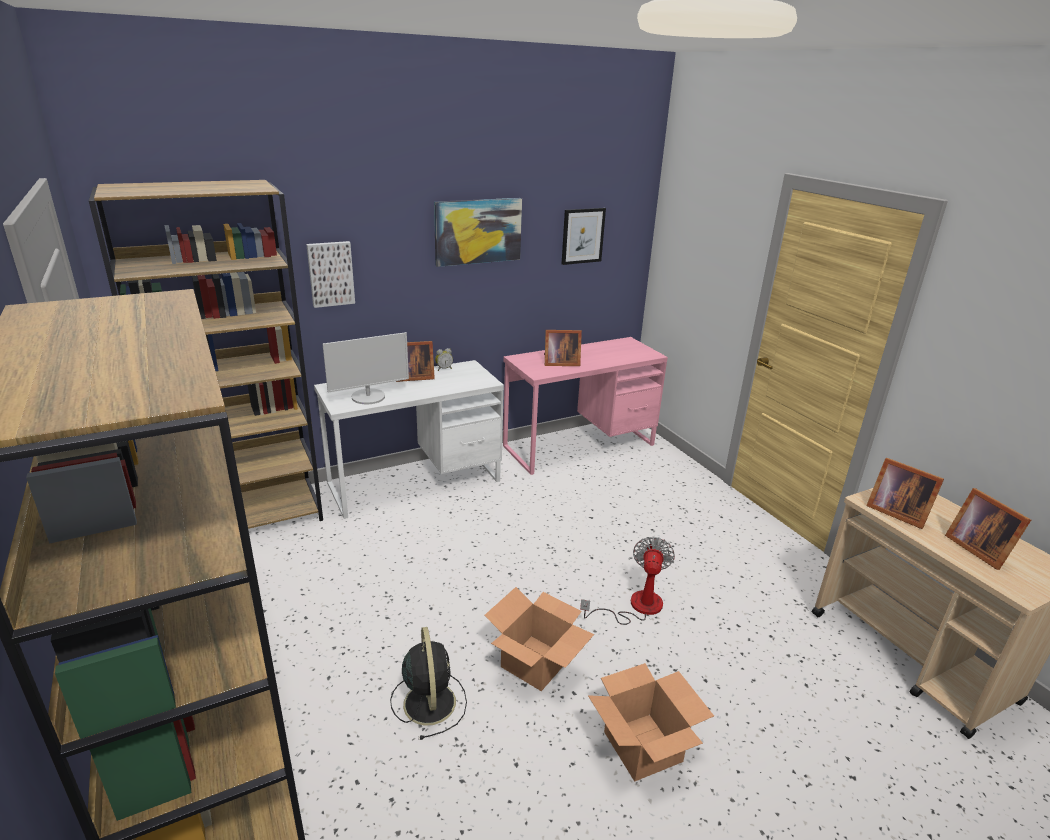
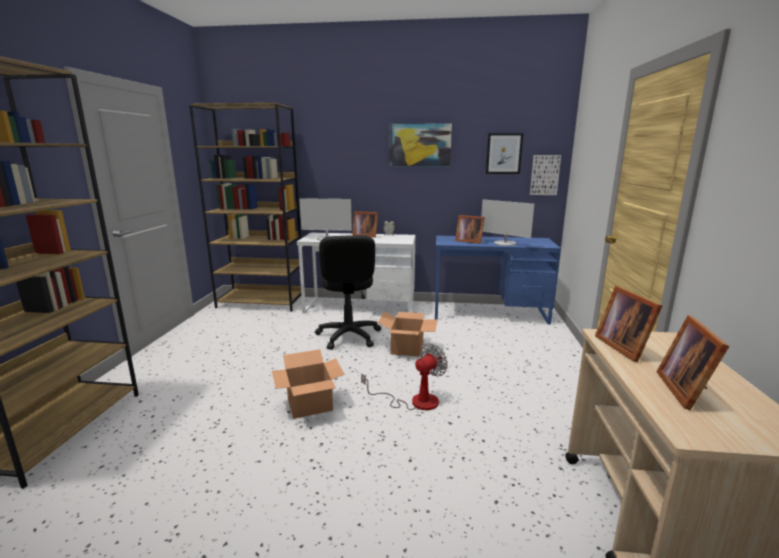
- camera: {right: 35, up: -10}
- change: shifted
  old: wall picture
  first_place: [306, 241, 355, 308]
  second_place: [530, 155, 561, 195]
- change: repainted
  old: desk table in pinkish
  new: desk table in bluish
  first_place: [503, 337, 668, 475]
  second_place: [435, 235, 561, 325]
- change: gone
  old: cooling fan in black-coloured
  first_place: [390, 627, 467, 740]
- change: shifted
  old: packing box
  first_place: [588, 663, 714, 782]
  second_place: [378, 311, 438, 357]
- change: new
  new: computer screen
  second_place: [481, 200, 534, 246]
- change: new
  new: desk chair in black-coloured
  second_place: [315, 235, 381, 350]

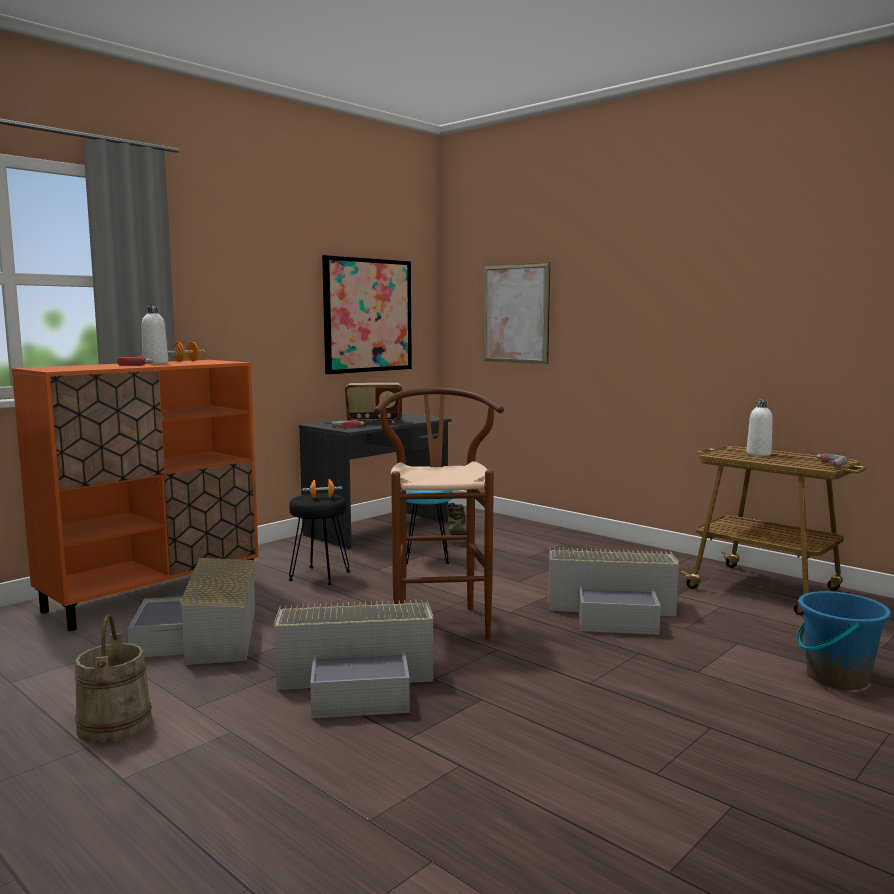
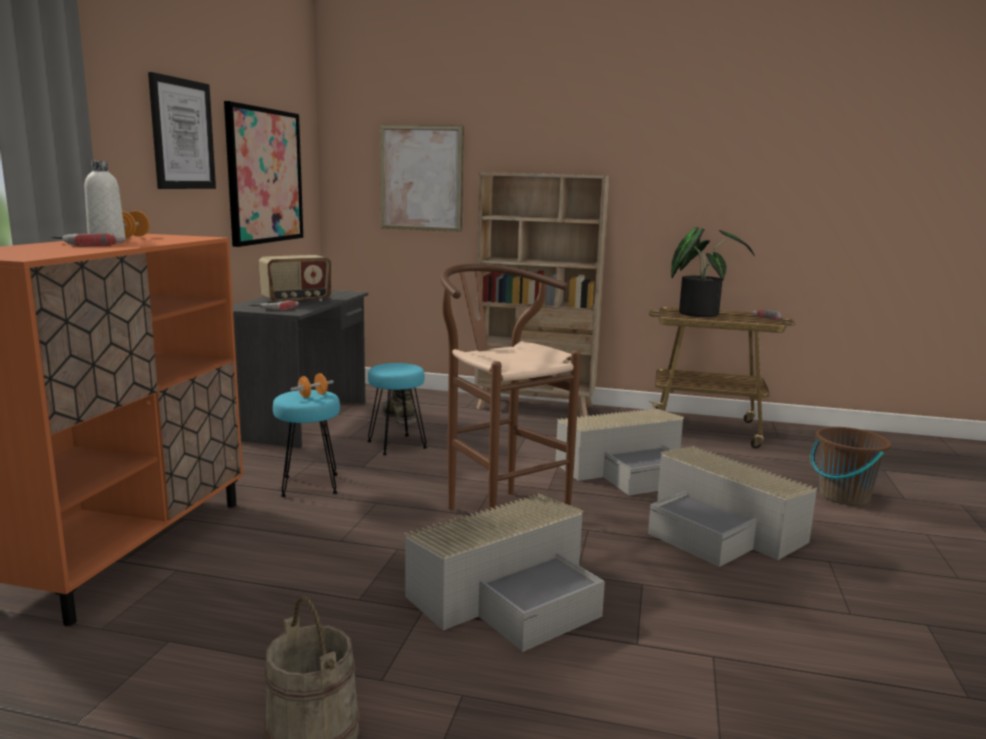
- camera: {right: -30, up: 5}
- change: swapped
  old: bottle in white
  new: houseplant
  first_place: [746, 400, 773, 456]
  second_place: [671, 227, 755, 317]
- change: repainted
  old: stool seat in black-coloured
  new: stool seat in turquoise
  first_place: [289, 493, 350, 585]
  second_place: [273, 390, 340, 497]
- change: shifted
  old: storage container in greyish
  first_place: [128, 558, 255, 665]
  second_place: [648, 446, 817, 567]
- change: repainted
  old: pail in bluish
  new: pail in brownish
  first_place: [797, 591, 891, 690]
  second_place: [810, 427, 892, 506]
- change: new
  new: wall picture
  second_place: [148, 72, 216, 189]
- change: new
  new: shelving unit in beige-coloured
  second_place: [475, 172, 609, 417]

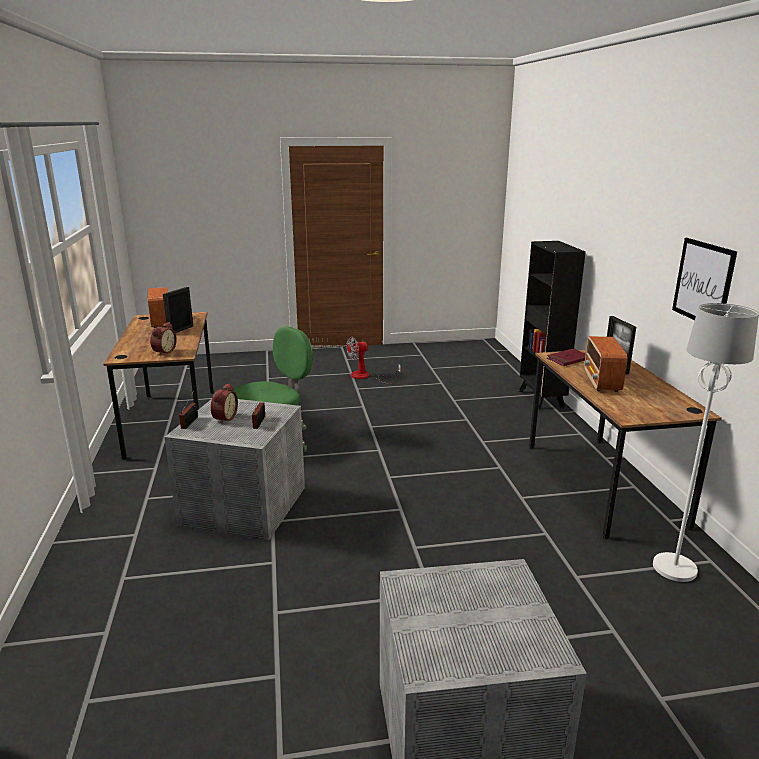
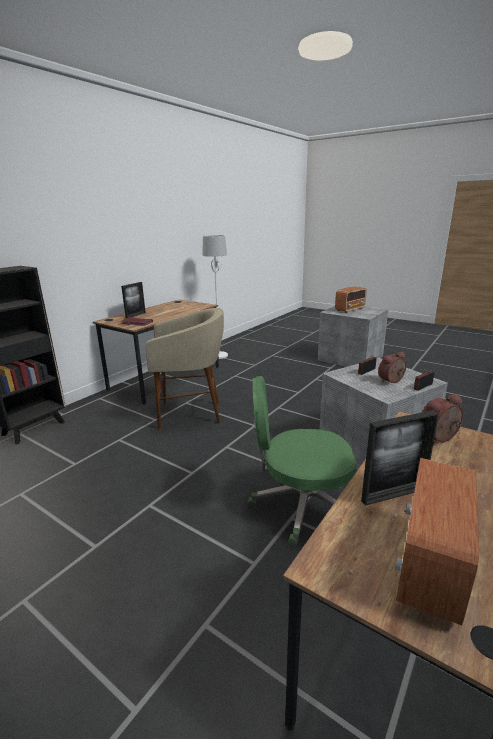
- camera: {right: -135, up: 0}
- change: gone
  old: wall picture
  first_place: [672, 238, 737, 320]
- change: shifted
  old: radio set
  first_place: [584, 336, 628, 392]
  second_place: [335, 286, 367, 313]
- change: gone
  old: cooling fan
  first_place: [346, 337, 401, 384]
- change: new
  new: stool seat in beige-coloured
  second_place: [146, 308, 224, 429]

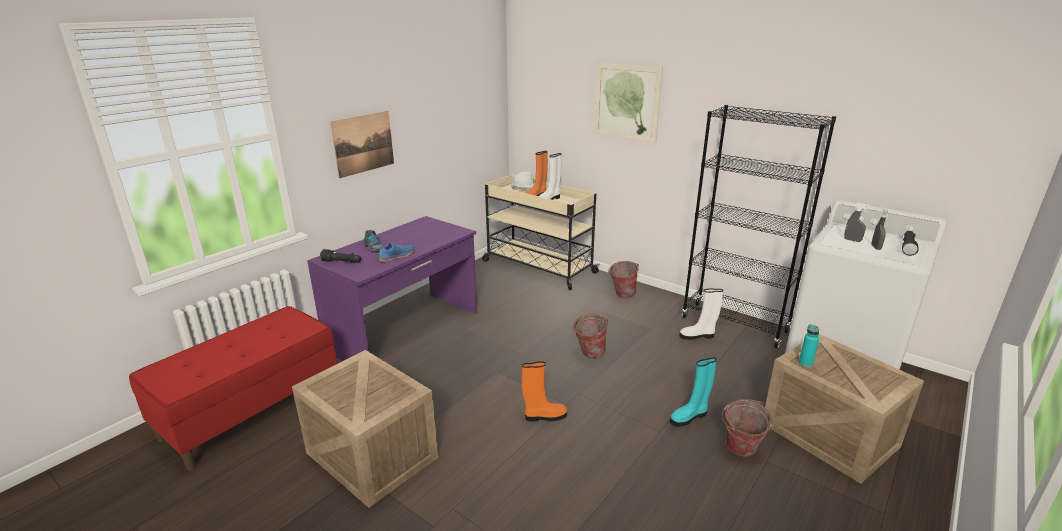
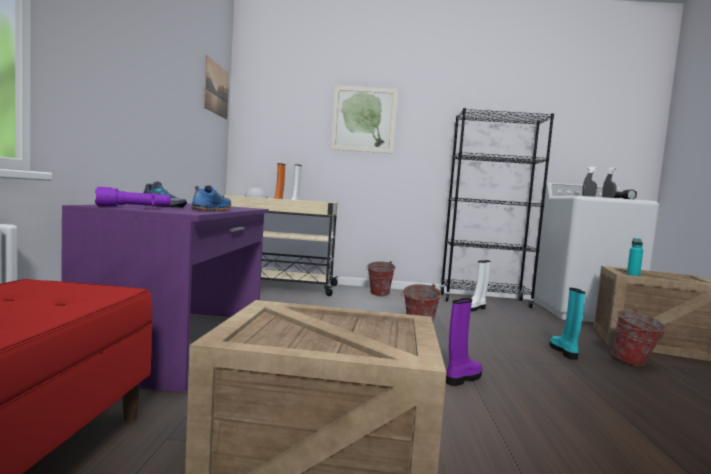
- camera: {right: -35, up: -20}
- change: shifted
  old: wall picture
  first_place: [330, 111, 394, 178]
  second_place: [204, 55, 229, 119]
- change: repainted
  old: flashlight in black-coloured
  new: flashlight in purple
  first_place: [320, 249, 362, 263]
  second_place: [95, 187, 171, 207]
- change: rotated
  old: boot in turquoise
  first_place: [670, 357, 717, 427]
  second_place: [550, 288, 585, 360]
  degrees: 150
- change: repainted
  old: boot in orange
  new: boot in purple
  first_place: [522, 361, 567, 422]
  second_place: [446, 298, 482, 386]

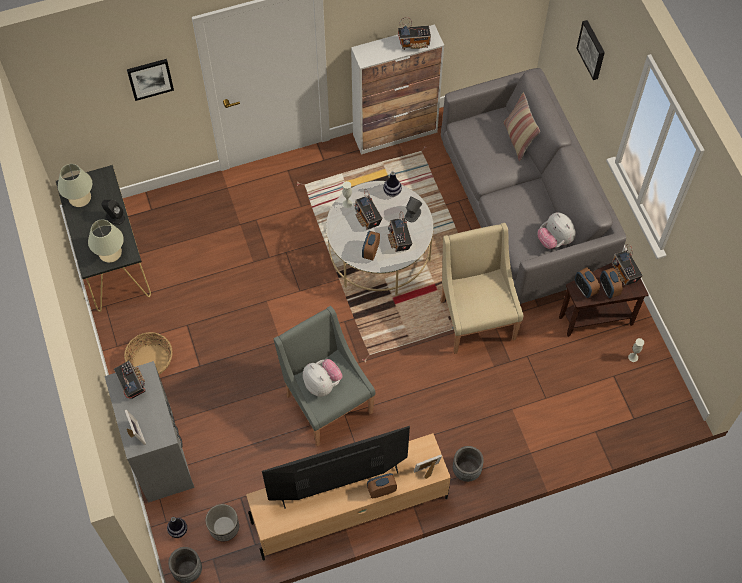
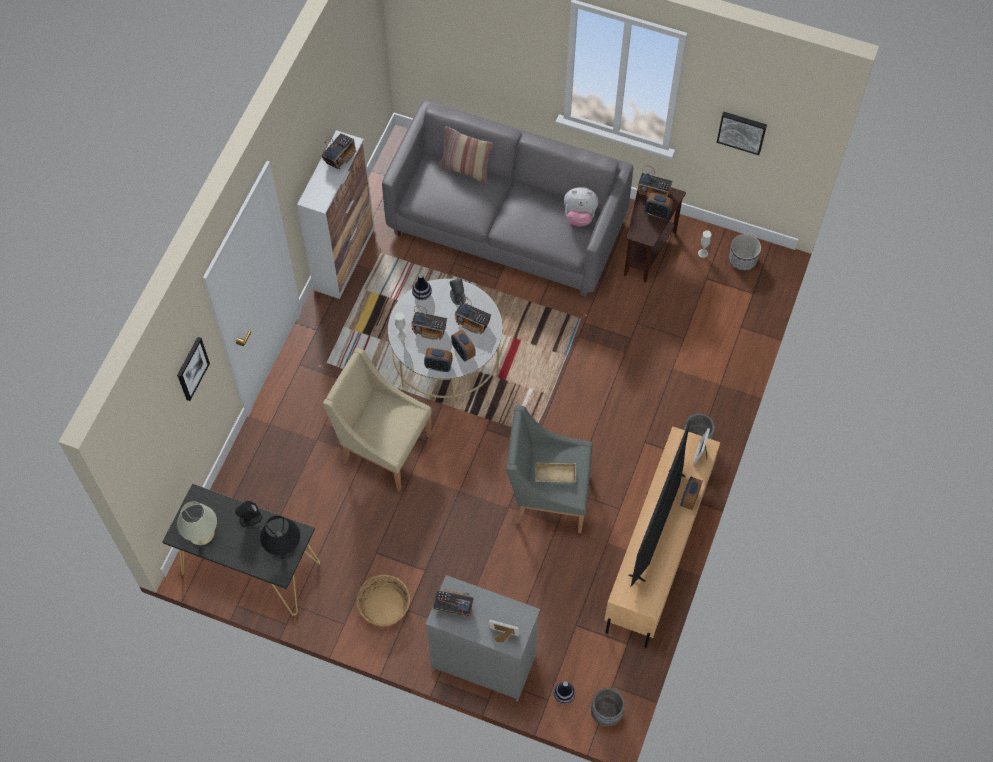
- camera: {right: -50, up: 0}
- change: shifted
  old: wall picture
  first_place: [577, 20, 605, 80]
  second_place: [717, 112, 767, 155]
- change: repainted
  old: table lamp in beige-coloured
  new: table lamp in black-coloured
  first_place: [88, 220, 124, 263]
  second_place: [260, 515, 300, 559]
- change: shifted
  old: armchair in beige-coloured
  first_place: [440, 223, 523, 354]
  second_place: [323, 348, 432, 492]
- change: shifted
  old: bedside clock
  first_place: [575, 267, 600, 298]
  second_place: [424, 348, 453, 372]
- change: swapped
  old: soft toy
  new: carrying tray in beige-coloured
  first_place: [303, 359, 343, 397]
  second_place: [535, 462, 576, 483]
- change: shifted
  old: planter
  first_place: [206, 504, 239, 542]
  second_place: [729, 234, 761, 271]

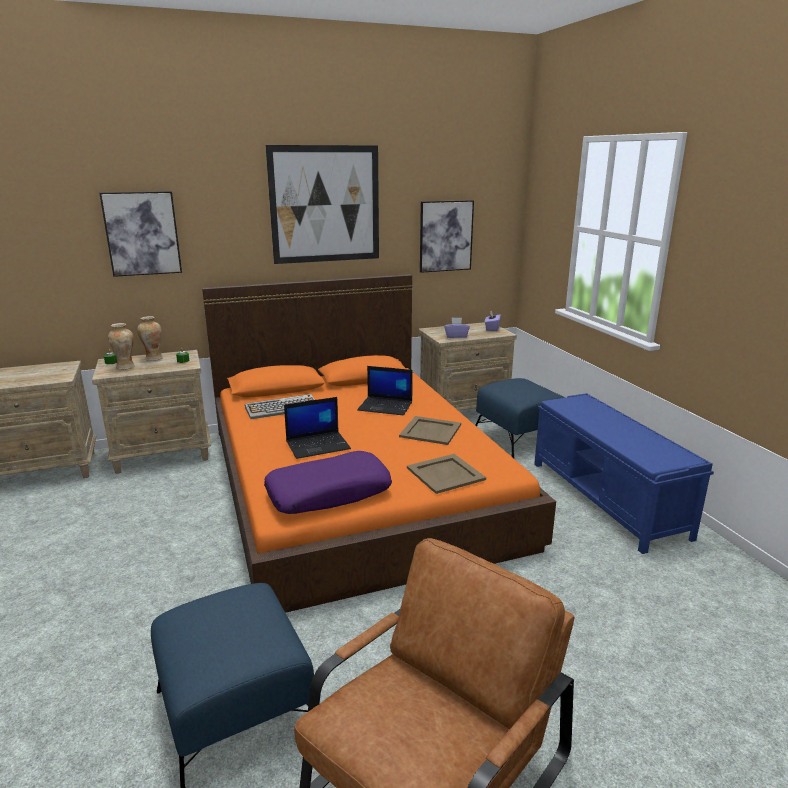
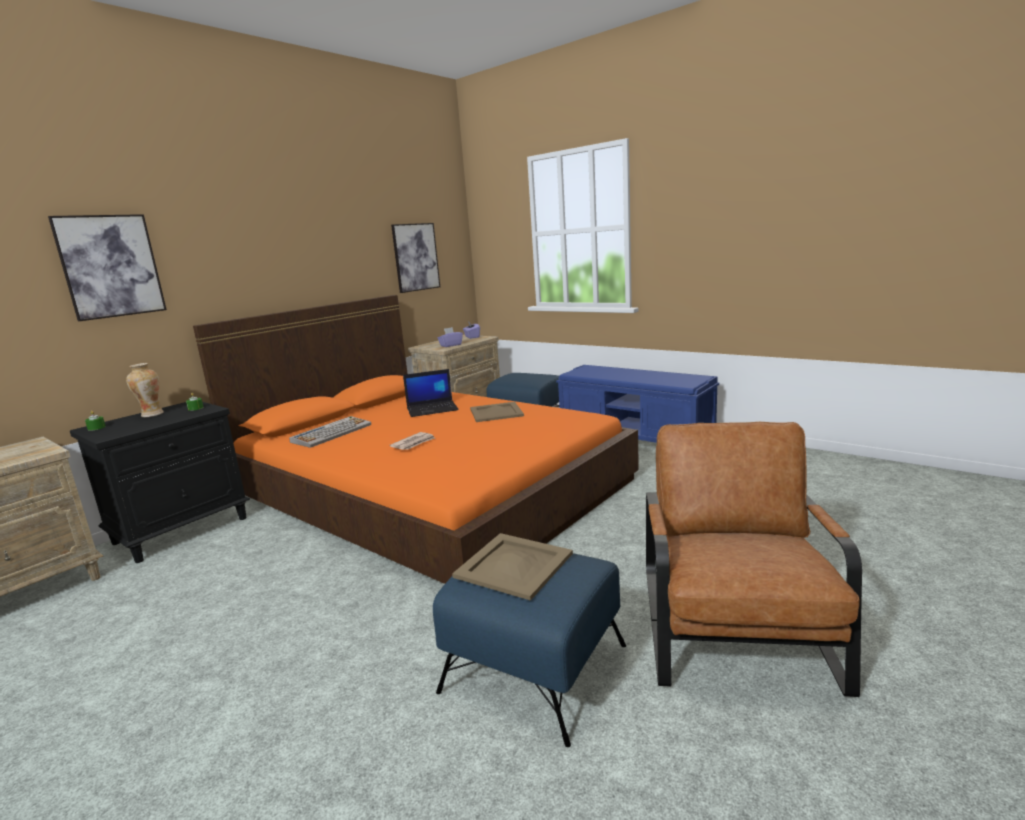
- camera: {right: -30, up: -5}
- change: gone
  old: wall picture
  first_place: [266, 145, 379, 264]
- change: gone
  old: decorative vase
  first_place: [108, 323, 135, 370]
- change: repainted
  old: night table in beige-coloured
  new: night table in black-coloured
  first_place: [92, 350, 211, 474]
  second_place: [70, 402, 250, 563]
- change: swapped
  old: laptop
  new: printed paper
  first_place: [284, 397, 351, 459]
  second_place: [390, 432, 435, 450]
- change: gone
  old: pillow in purple
  first_place: [264, 451, 392, 514]
- change: shifted
  old: carrying tray in beige-coloured
  first_place: [407, 454, 486, 494]
  second_place: [452, 533, 573, 601]

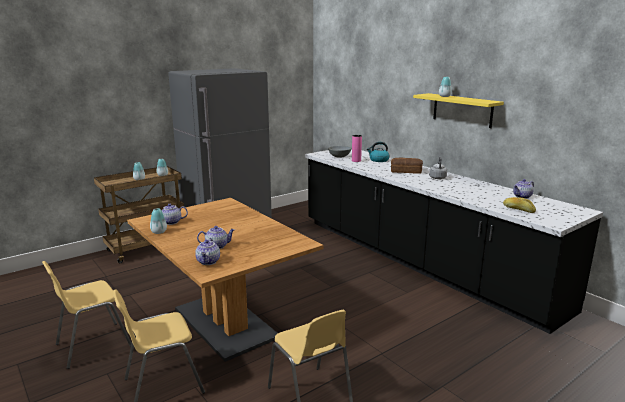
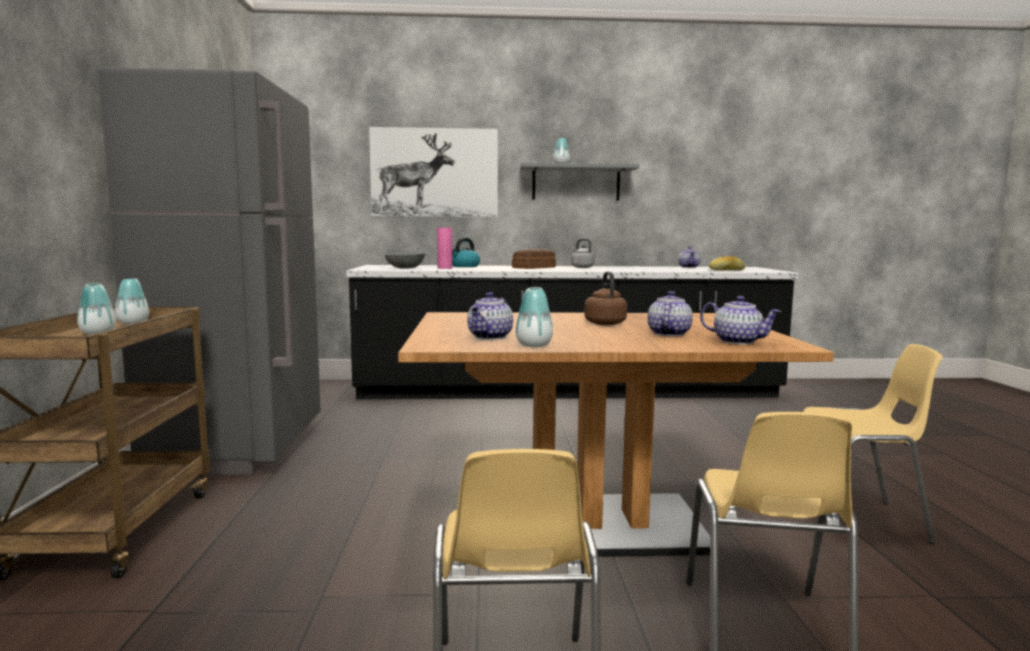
- camera: {right: -55, up: -10}
- change: repainted
  old: bracket shelf in yellowish
  new: bracket shelf in greyish
  first_place: [413, 93, 504, 128]
  second_place: [520, 162, 640, 200]
- change: new
  new: wall picture
  second_place: [369, 127, 498, 217]
- change: new
  new: water kettle in brownish
  second_place: [584, 271, 627, 325]

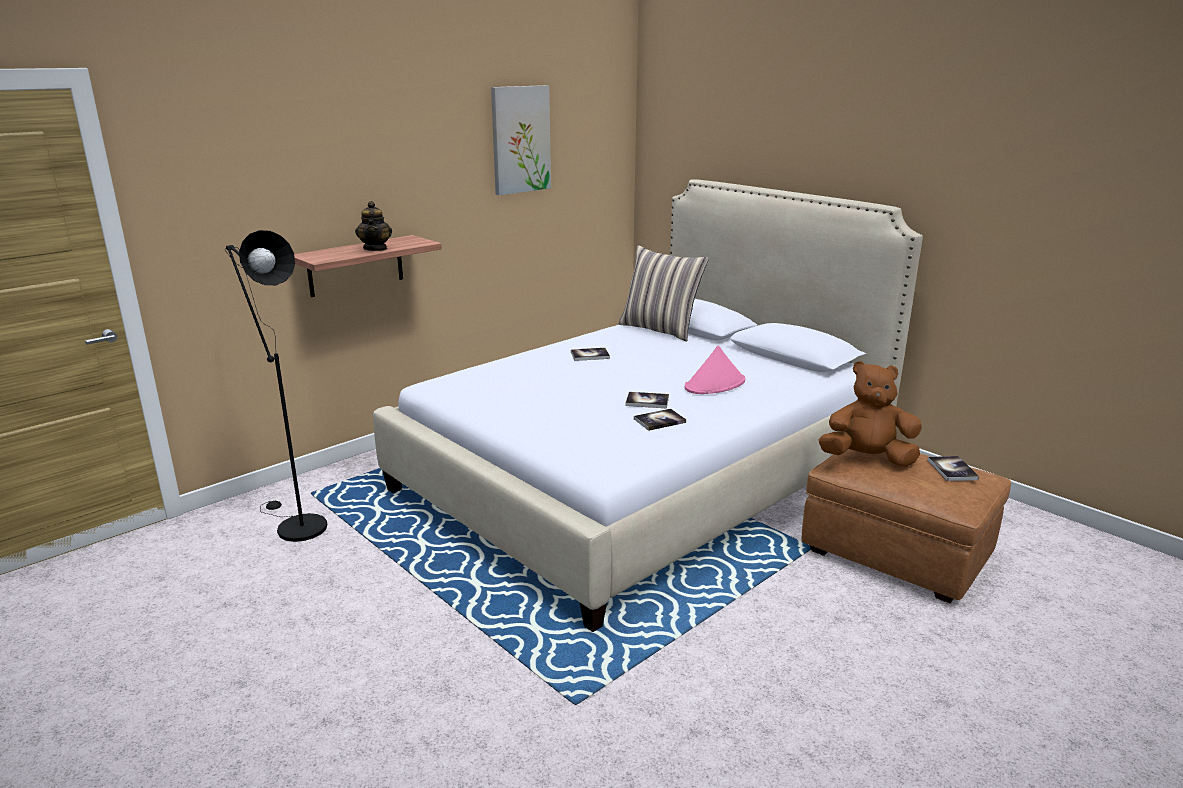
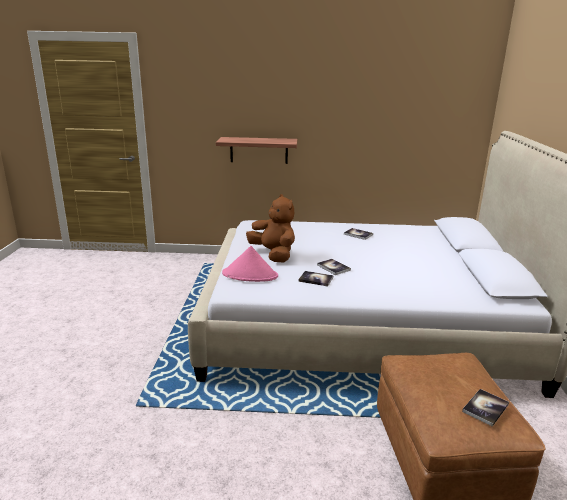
- camera: {right: 45, up: 0}
- change: gone
  old: wall picture
  first_place: [491, 85, 551, 195]
- change: gone
  old: pot for tea
  first_place: [355, 201, 392, 251]
- change: gone
  old: floor lamp in black-coloured
  first_place: [225, 230, 327, 542]
- change: gone
  old: pillow
  first_place: [618, 245, 709, 341]
- change: shifted
  old: wearable hat in pinkish
  first_place: [685, 345, 745, 394]
  second_place: [222, 246, 278, 282]
- change: shifted
  old: soft toy in brownish
  first_place: [818, 361, 922, 467]
  second_place: [246, 194, 295, 263]

